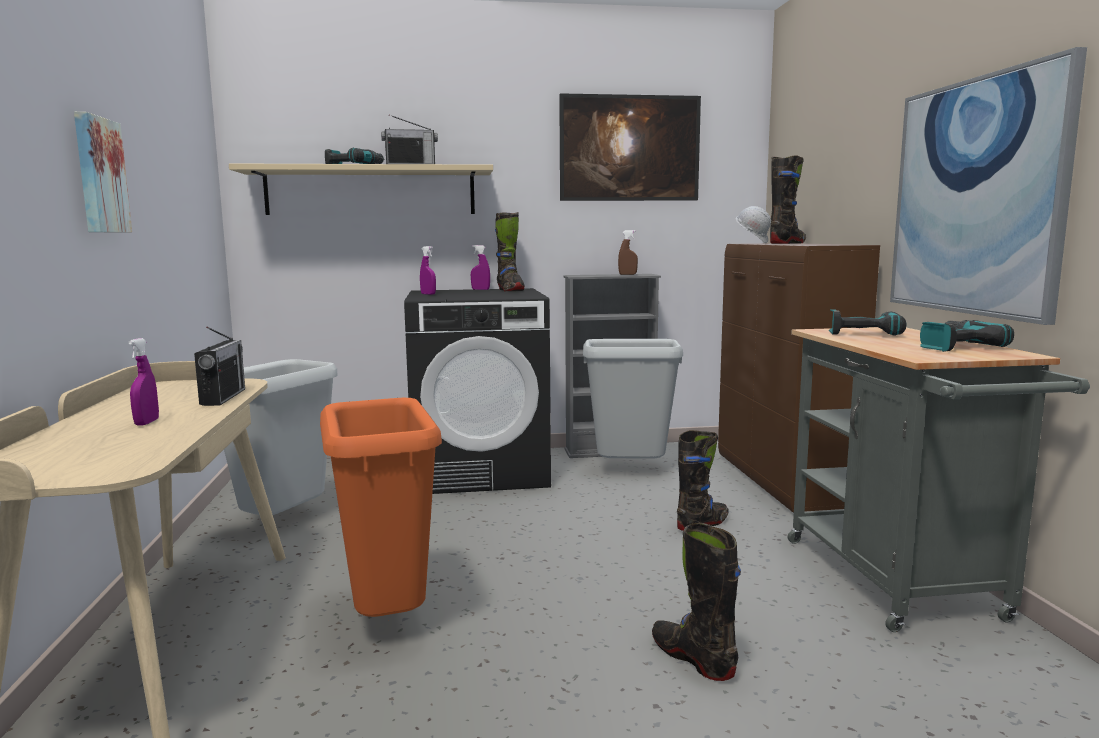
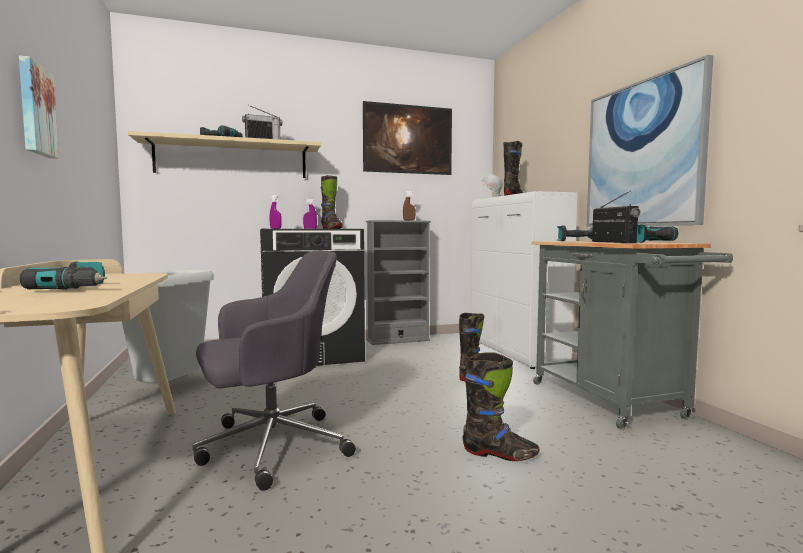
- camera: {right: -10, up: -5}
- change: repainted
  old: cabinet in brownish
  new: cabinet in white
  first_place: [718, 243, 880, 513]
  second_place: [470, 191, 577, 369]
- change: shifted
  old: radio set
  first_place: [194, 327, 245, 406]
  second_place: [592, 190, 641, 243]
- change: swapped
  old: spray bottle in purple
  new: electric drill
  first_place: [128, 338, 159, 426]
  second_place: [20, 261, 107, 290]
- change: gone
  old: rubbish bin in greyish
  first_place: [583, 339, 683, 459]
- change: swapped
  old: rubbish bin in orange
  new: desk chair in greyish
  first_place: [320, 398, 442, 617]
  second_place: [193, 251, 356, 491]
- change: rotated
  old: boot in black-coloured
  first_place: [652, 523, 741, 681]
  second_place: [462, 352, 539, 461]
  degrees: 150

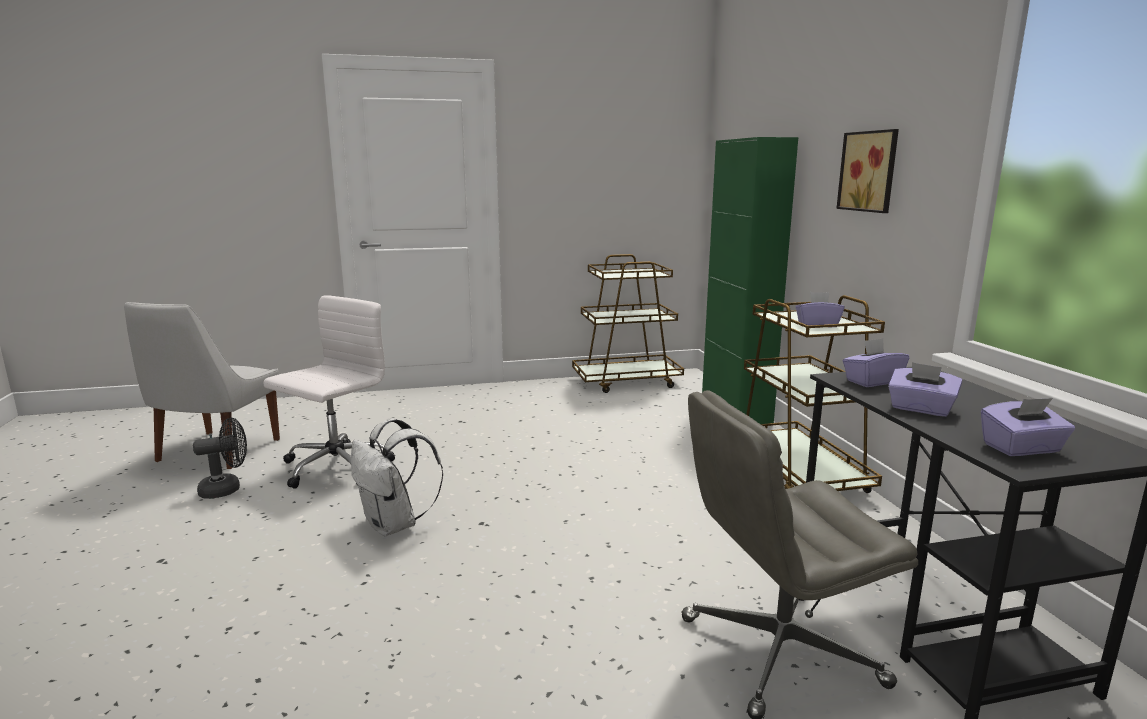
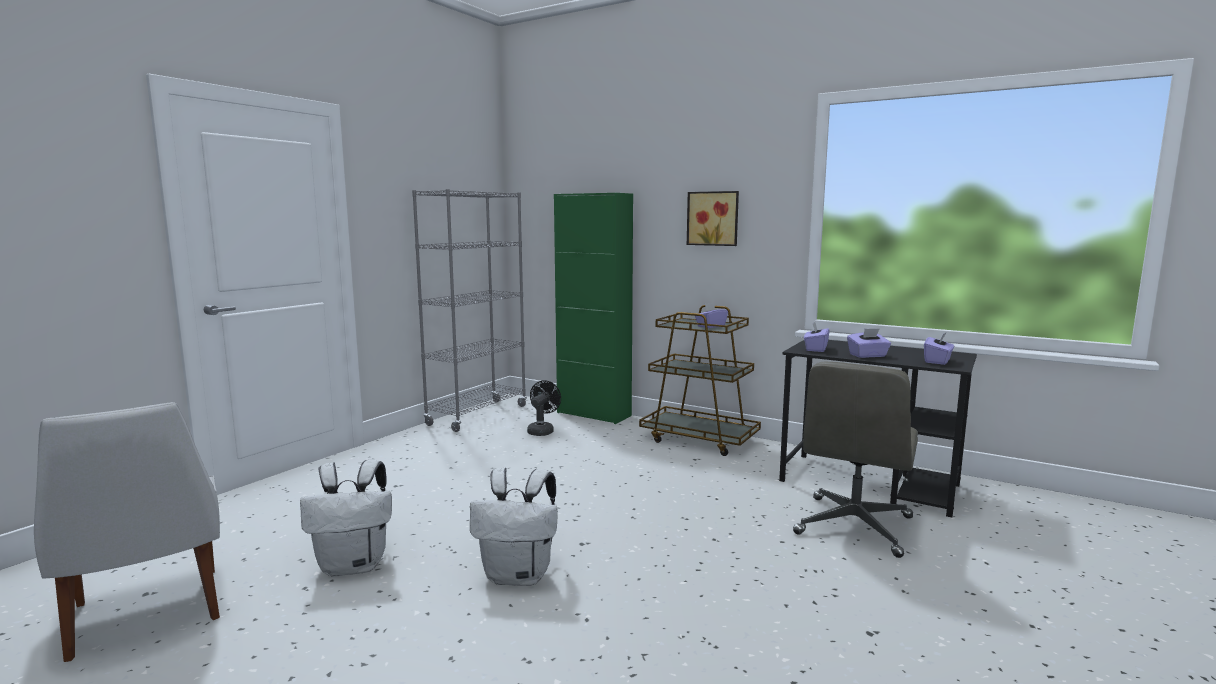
- camera: {right: -45, up: -5}
- change: swapped
  old: trolley in brownish
  new: shelving unit in greyish
  first_place: [572, 254, 684, 393]
  second_place: [412, 189, 527, 432]
- change: swapped
  old: desk chair in white
  new: backpack in white
  first_place: [264, 295, 395, 489]
  second_place: [300, 460, 392, 577]
- change: shifted
  old: cooling fan in black-coloured
  first_place: [193, 418, 247, 499]
  second_place: [527, 380, 561, 436]

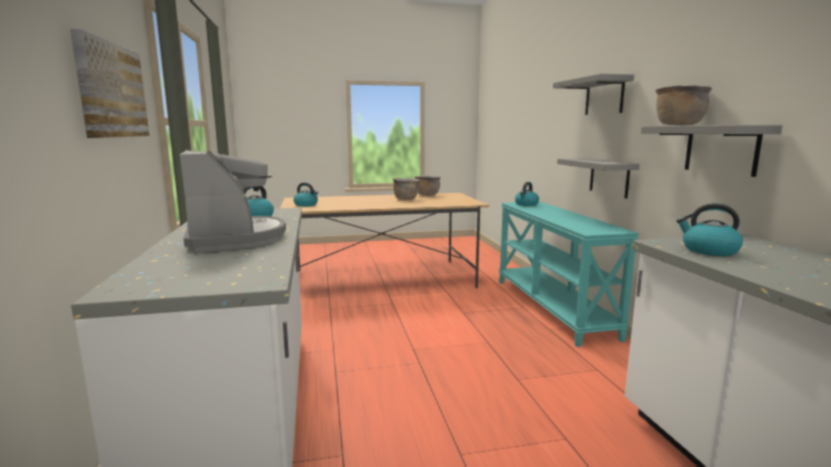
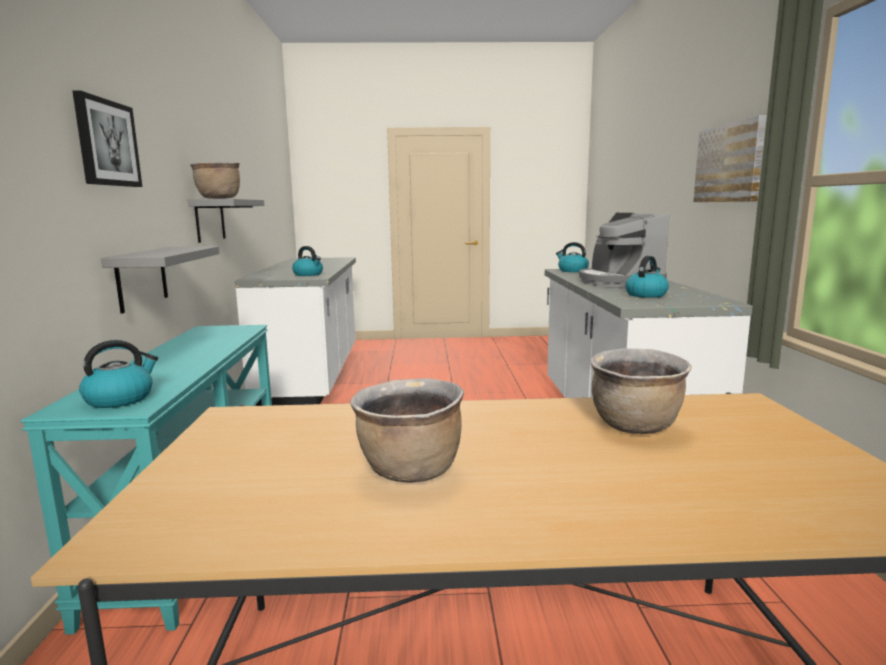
- camera: {right: -170, up: 0}
- change: swapped
  old: bracket shelf in greyish
  new: wall picture
  first_place: [553, 74, 634, 115]
  second_place: [73, 91, 142, 187]
- change: shifted
  old: saucepot in brownish
  first_place: [415, 175, 441, 196]
  second_place: [590, 348, 692, 434]
- change: shifted
  old: water kettle
  first_place: [293, 182, 318, 207]
  second_place: [556, 242, 589, 272]

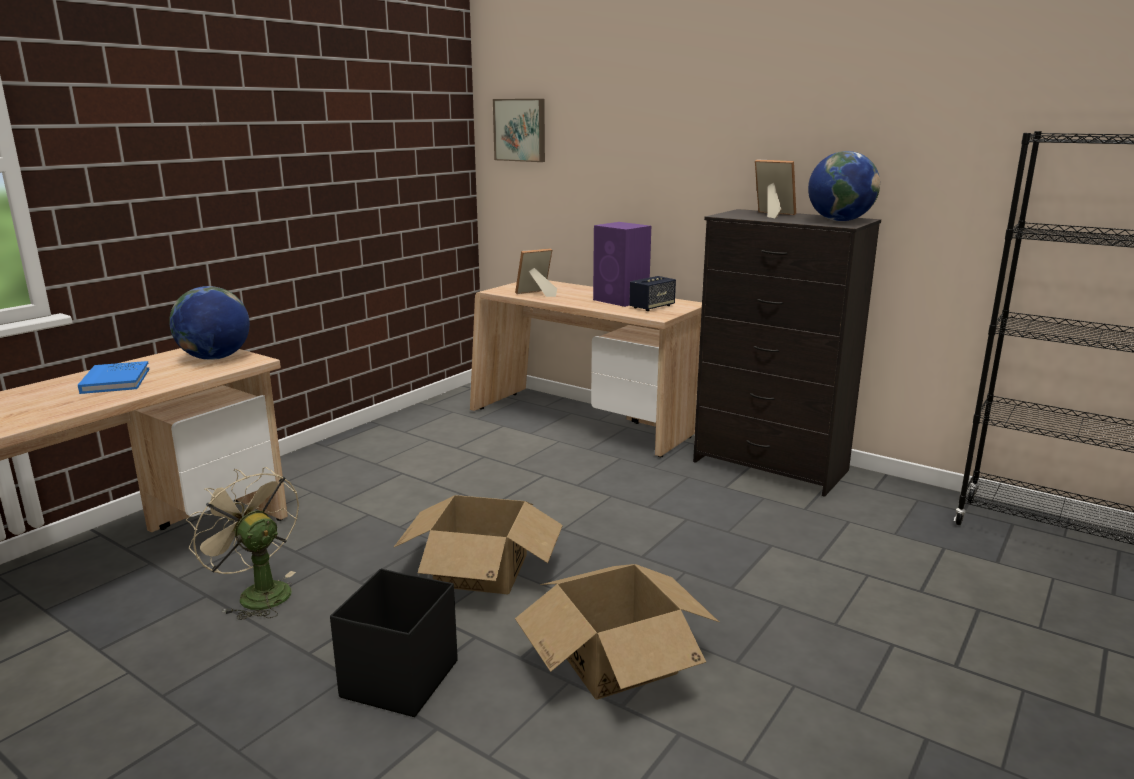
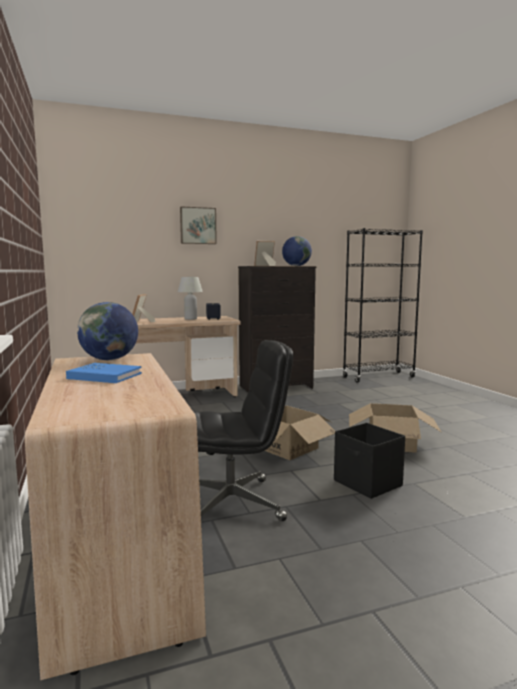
- camera: {right: -55, up: -10}
- change: shifted
  old: wall picture
  first_place: [493, 99, 545, 162]
  second_place: [180, 206, 217, 244]
- change: swapped
  old: speaker in purple
  new: table lamp in white
  first_place: [593, 222, 651, 307]
  second_place: [178, 277, 203, 320]
- change: swapped
  old: cooling fan in beige-coloured
  new: desk chair in black-coloured
  first_place: [186, 467, 299, 620]
  second_place: [192, 340, 293, 521]

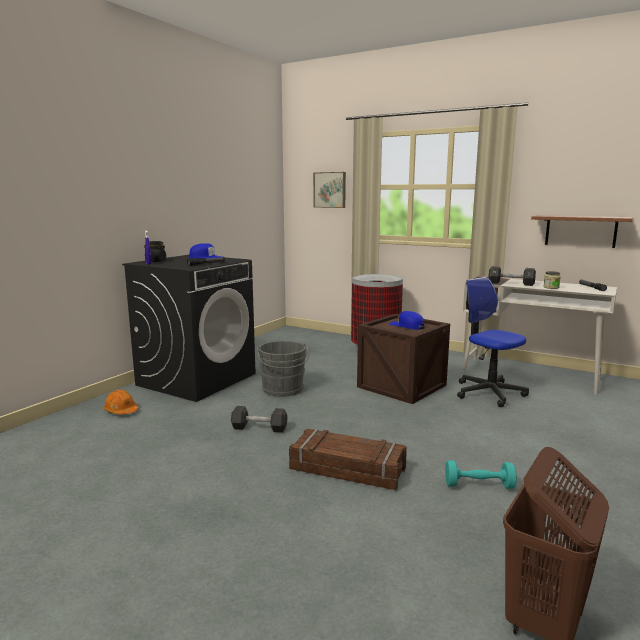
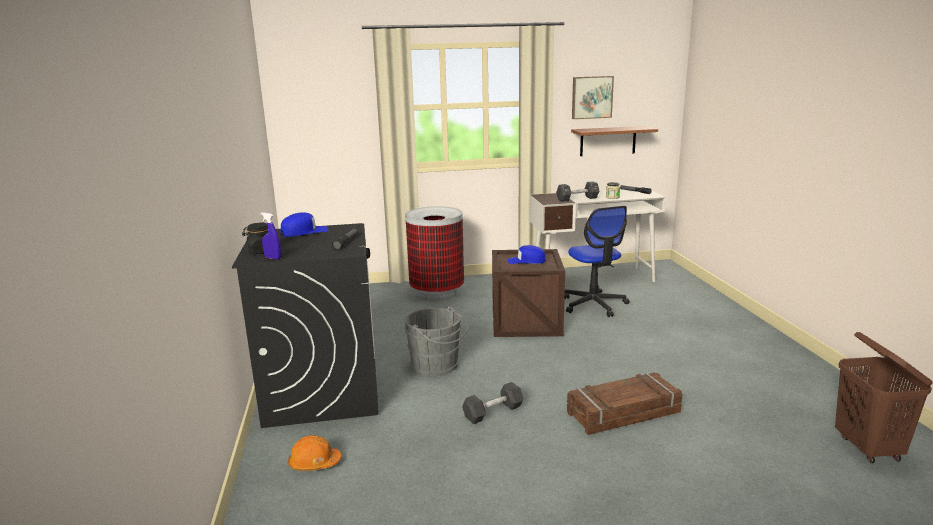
- camera: {right: -40, up: 5}
- change: shifted
  old: wall picture
  first_place: [313, 172, 346, 208]
  second_place: [572, 76, 614, 119]
- change: rotated
  old: desk chair
  first_place: [457, 277, 529, 407]
  second_place: [565, 206, 630, 317]
  degrees: -120
- change: gone
  old: hand weight in turquoise
  first_place: [445, 460, 517, 489]

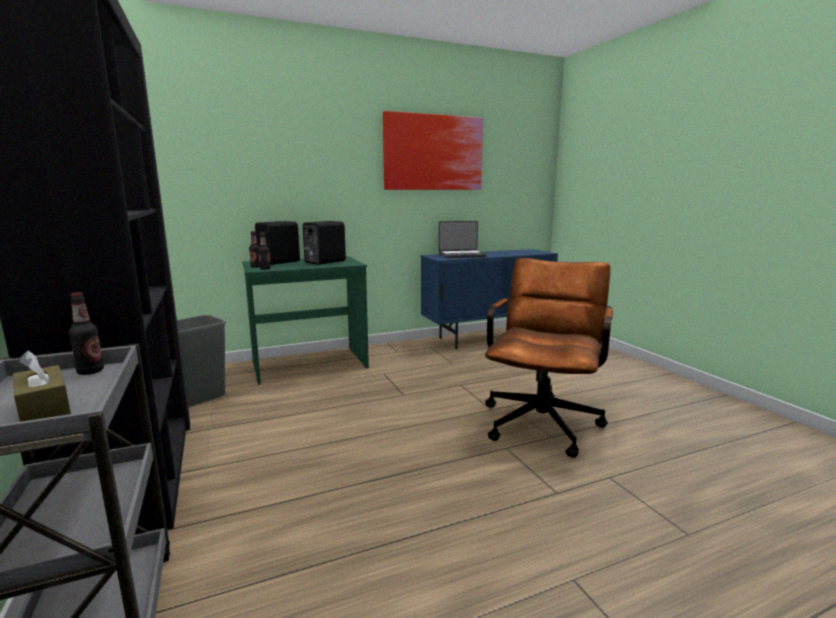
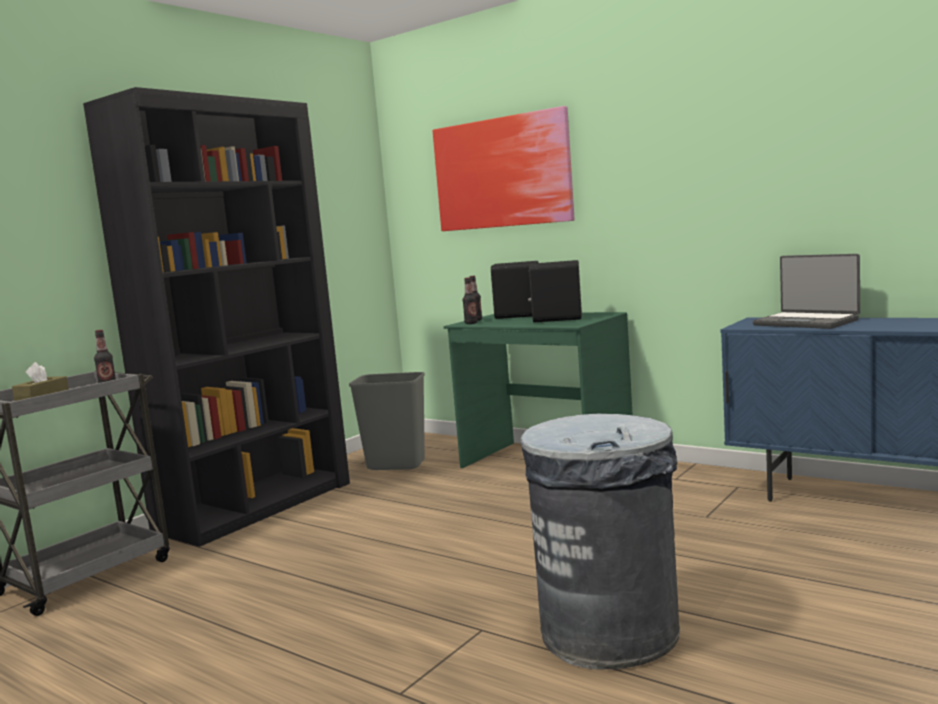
- camera: {right: 60, up: -5}
- change: shifted
  old: wall picture
  first_place: [383, 111, 483, 190]
  second_place: [433, 106, 574, 231]
- change: swapped
  old: desk chair in brownish
  new: rubbish bin in greyish
  first_place: [485, 258, 613, 458]
  second_place: [521, 414, 680, 669]

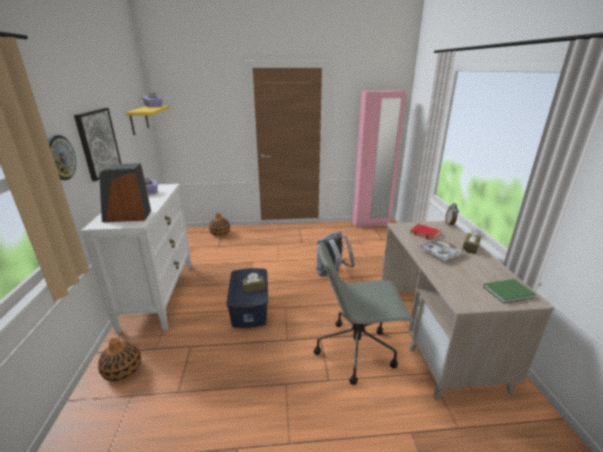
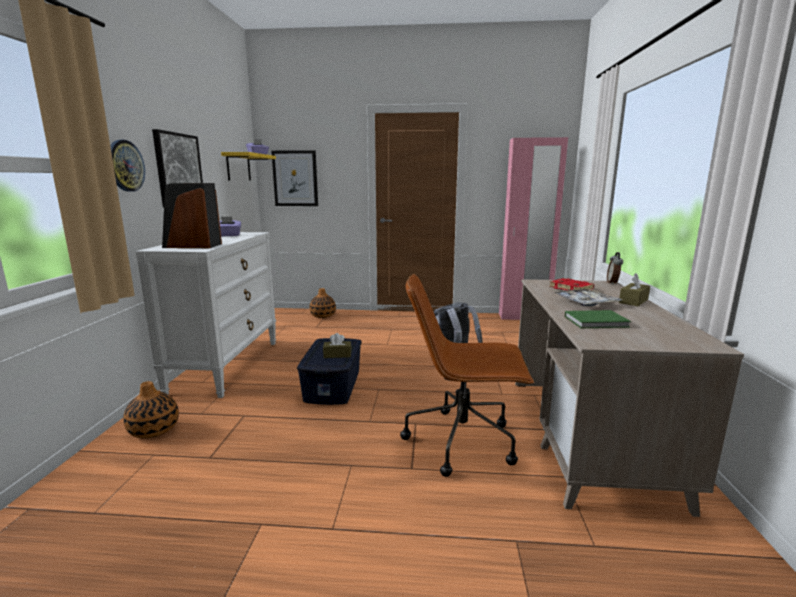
- camera: {right: 10, up: -10}
- change: repainted
  old: desk chair in greyish
  new: desk chair in brownish
  first_place: [314, 241, 413, 385]
  second_place: [400, 274, 534, 477]
- change: shifted
  old: volume in green
  first_place: [483, 279, 536, 304]
  second_place: [565, 310, 631, 328]
- change: new
  new: wall picture
  second_place: [271, 150, 318, 206]

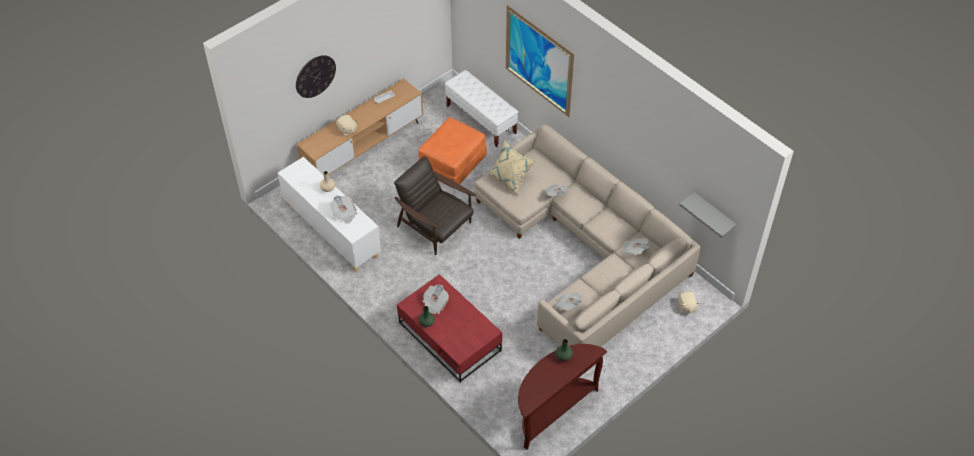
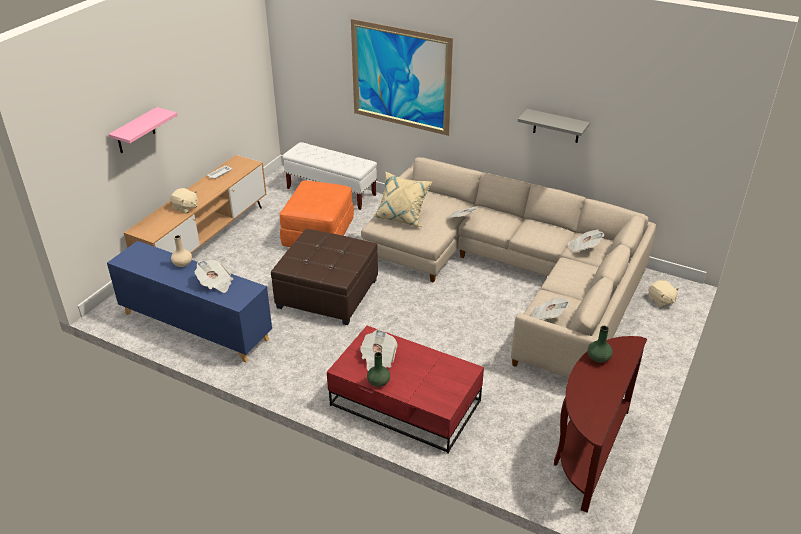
- camera: {right: -20, up: -15}
- change: swapped
  old: hanging clock
  new: bracket shelf in pinkish
  first_place: [296, 55, 336, 98]
  second_place: [108, 107, 177, 154]
- change: swapped
  old: armchair in brownish
  new: pouffe in brownish
  first_place: [394, 156, 476, 255]
  second_place: [271, 229, 378, 325]
- change: repainted
  old: cabinet in white
  new: cabinet in bluish
  first_place: [278, 157, 381, 272]
  second_place: [107, 241, 272, 363]
- change: shifted
  old: bracket shelf in greyish
  first_place: [679, 192, 737, 238]
  second_place: [518, 109, 590, 143]

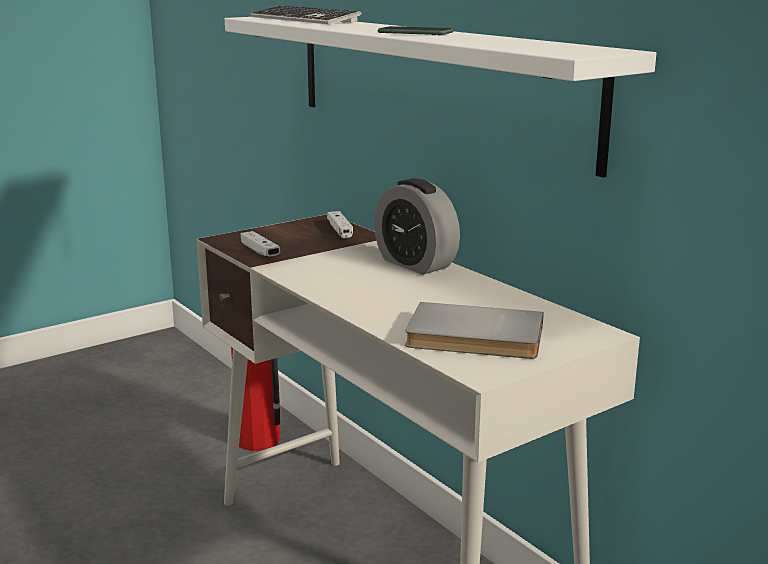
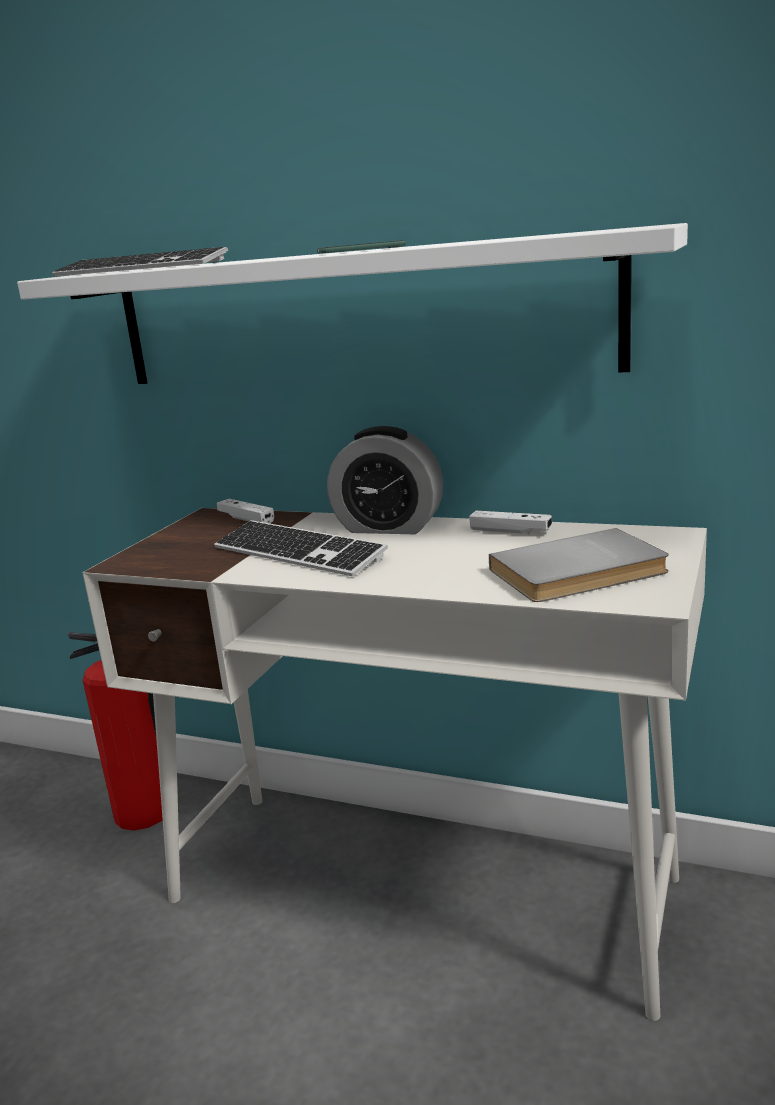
- camera: {right: -30, up: 0}
- change: shifted
  old: game controller in white
  first_place: [240, 231, 280, 257]
  second_place: [469, 511, 552, 534]
- change: new
  new: keyboard
  second_place: [214, 520, 388, 576]

